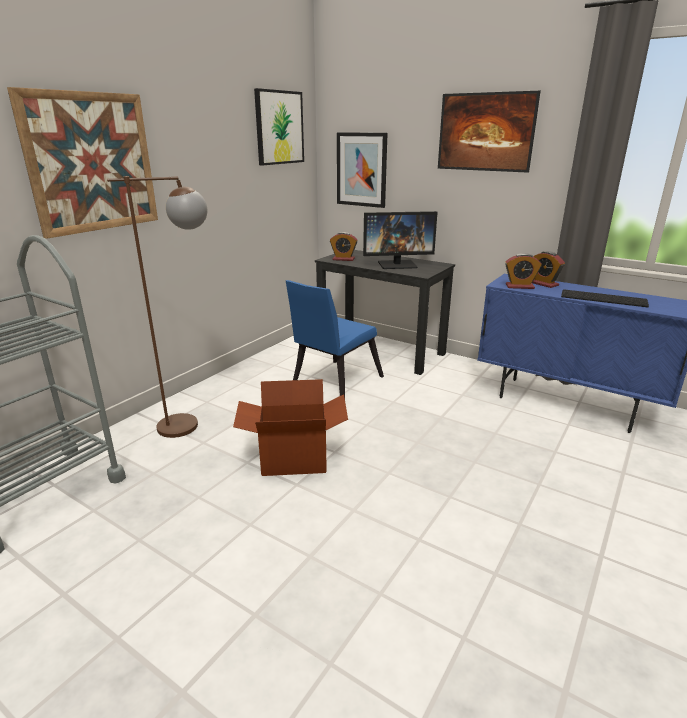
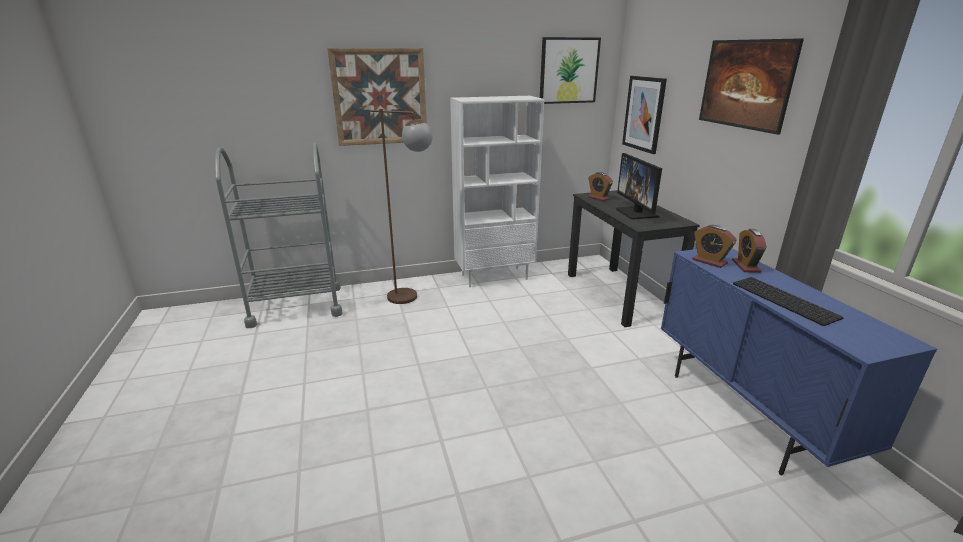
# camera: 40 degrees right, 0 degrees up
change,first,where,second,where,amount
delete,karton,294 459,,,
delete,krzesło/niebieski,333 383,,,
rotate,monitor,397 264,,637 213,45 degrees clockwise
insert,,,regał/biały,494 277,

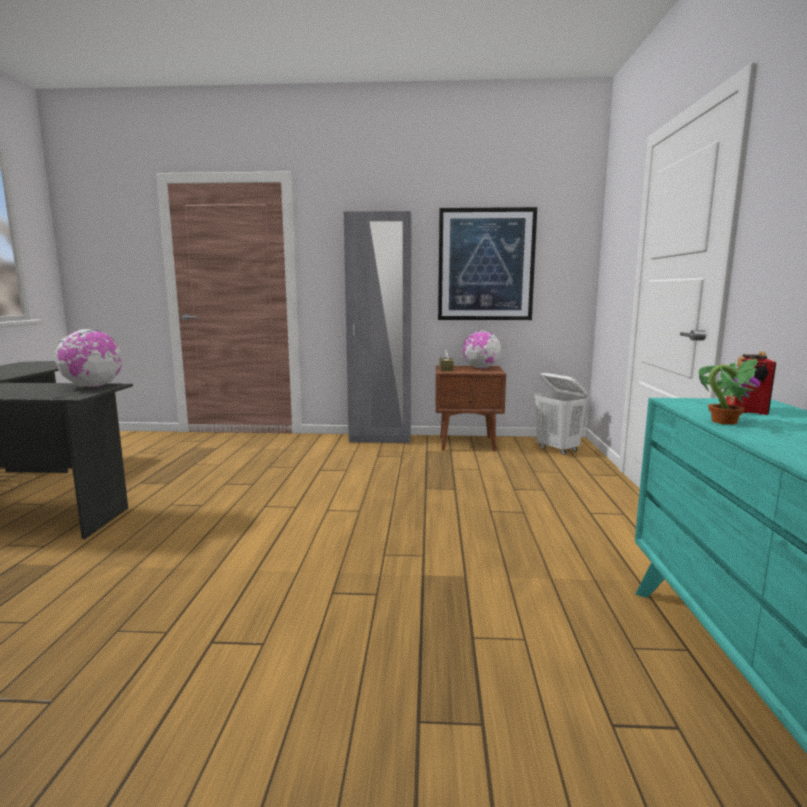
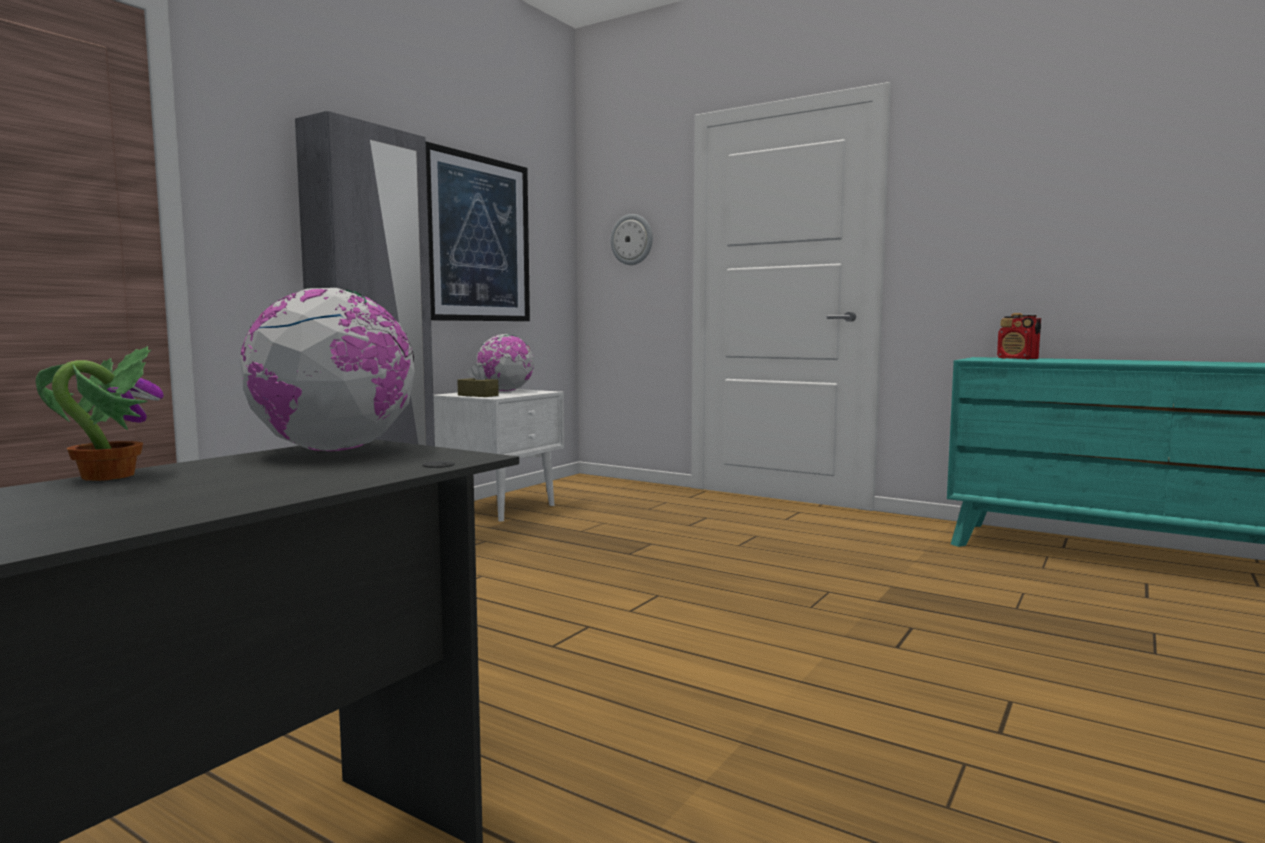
# camera: 60 degrees left, 5 degrees down
change,first,where,second,where,amount
recolor,szafka nocna/brązowy,468 443,szafka nocna/biały,502 508,
delete,kosz na pranie/biały,557 450,,,
move,roślina doniczkowa,723 421,,106 476,
insert,,,zegar ścienny,632 239,

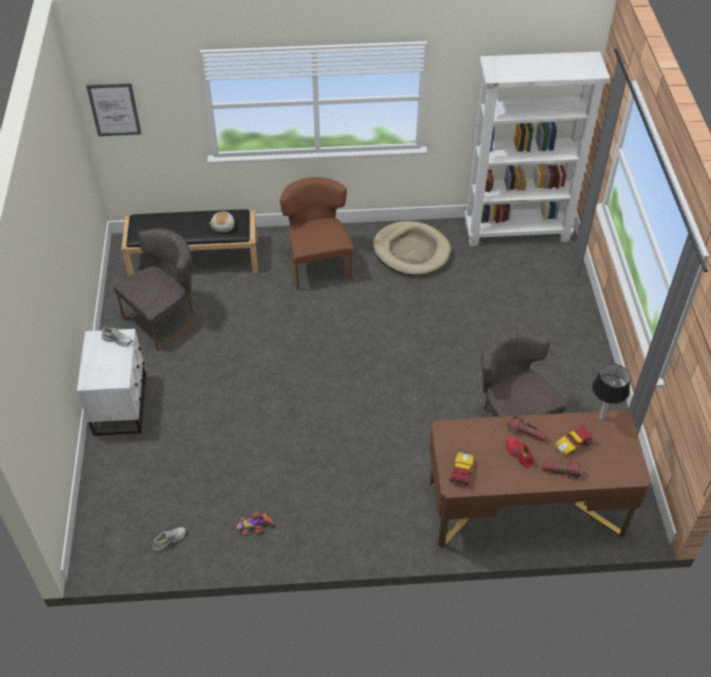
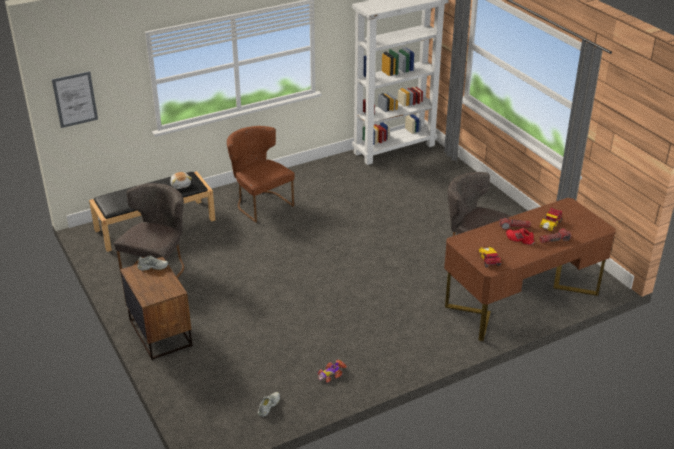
# camera: 25 degrees left, 15 degrees down
change,first,where,second,where,amount
recolor,szafka nocna/biały,121 404,szafka nocna/brązowy,161 333,
delete,legowisko/beżowy,411 251,,,
delete,lampa stołowa,601 417,,,

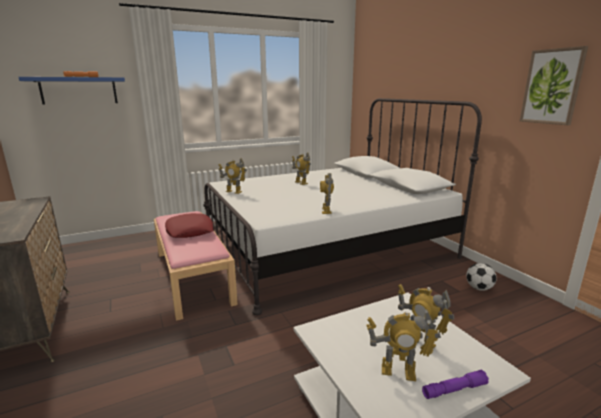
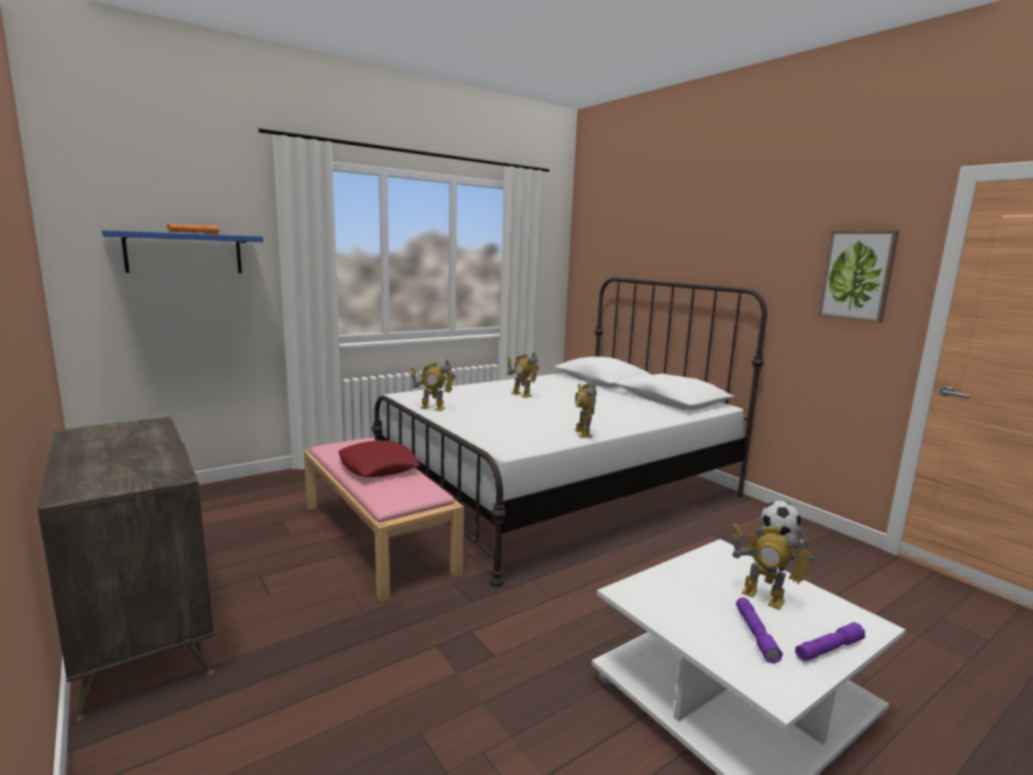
# camera: 10 degrees left, 5 degrees down
change,first,where,second,where,amount
replace,robot zabawkowy,398 372,latarka/fioletowy,755 634,

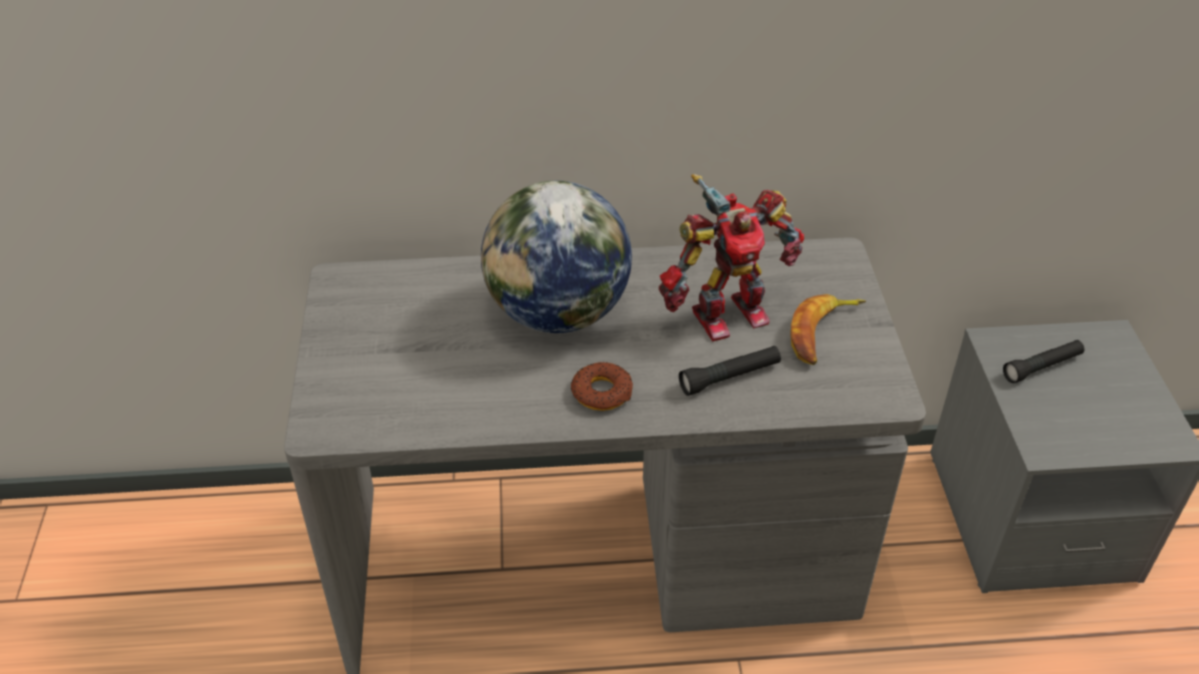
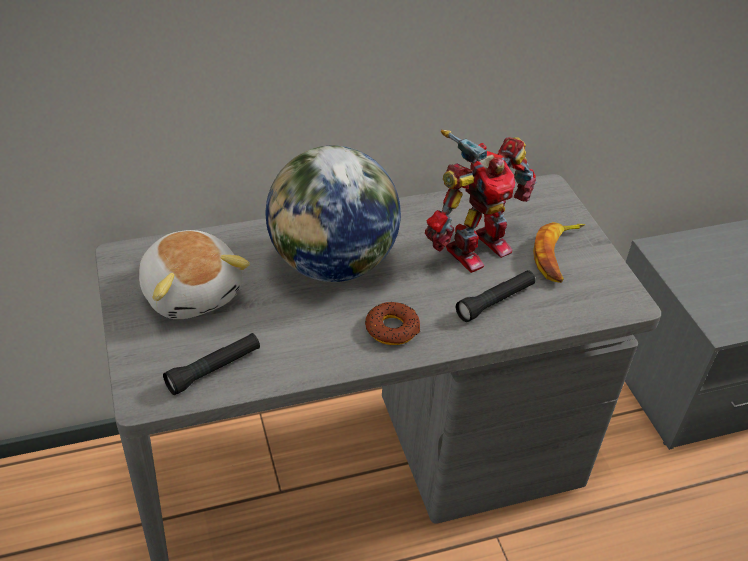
# camera: 15 degrees left, 0 degrees up
change,first,where,second,where,amount
move,latarka/czarny,1042 367,,214 369,
insert,,,pluszak,192 292,

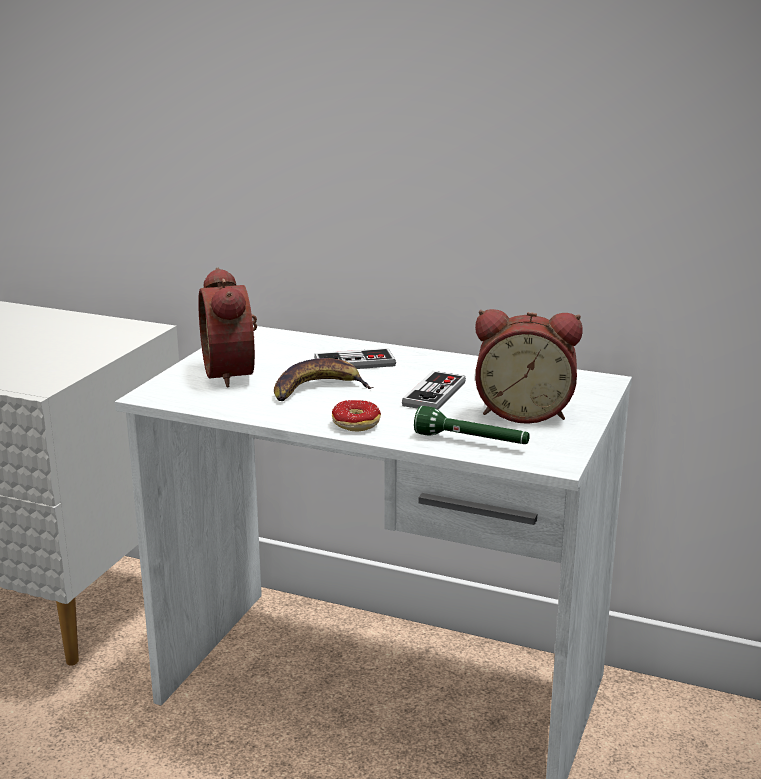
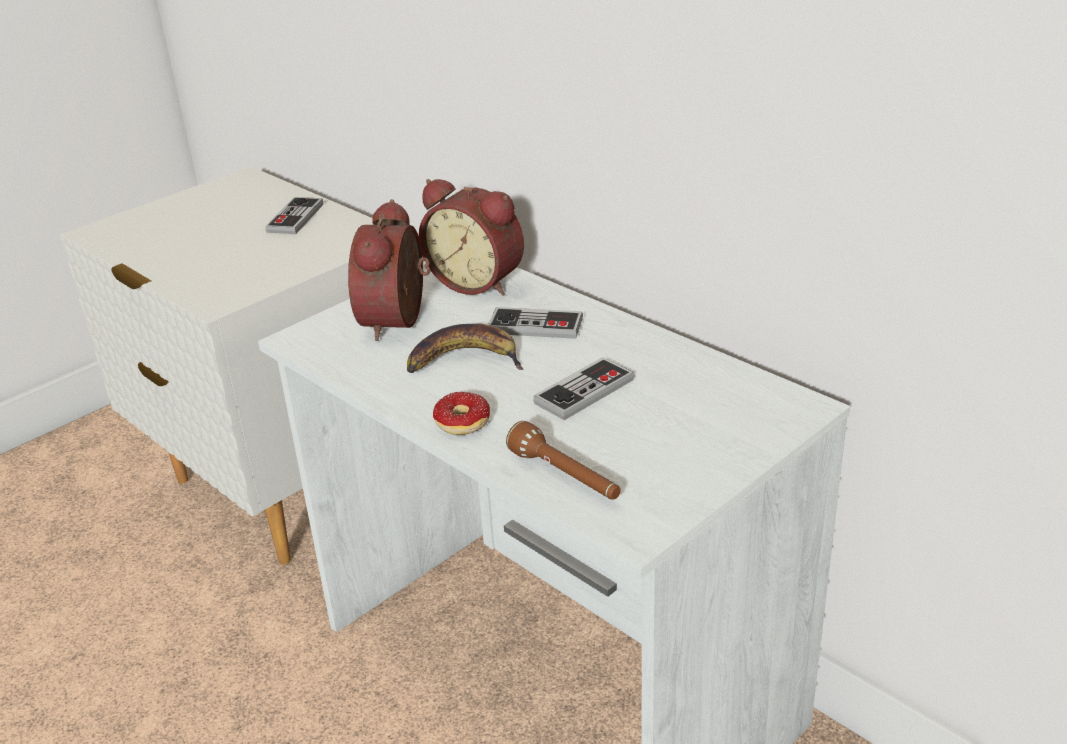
# camera: 25 degrees right, 10 degrees up
change,first,where,second,where,amount
recolor,latarka/zielony,471 442,latarka/brązowy,565 477,
move,budzik,524 412,,478 282,
insert,,,pad do gier,295 218,

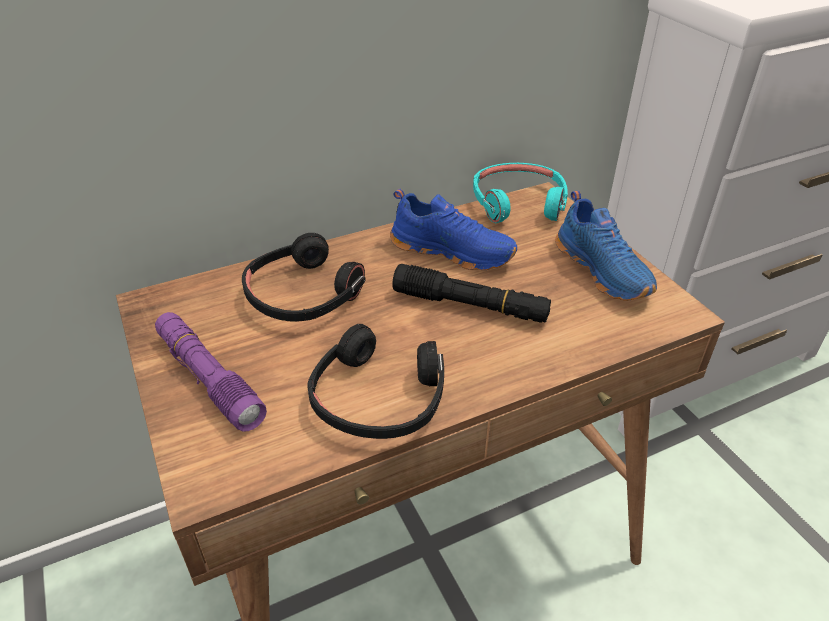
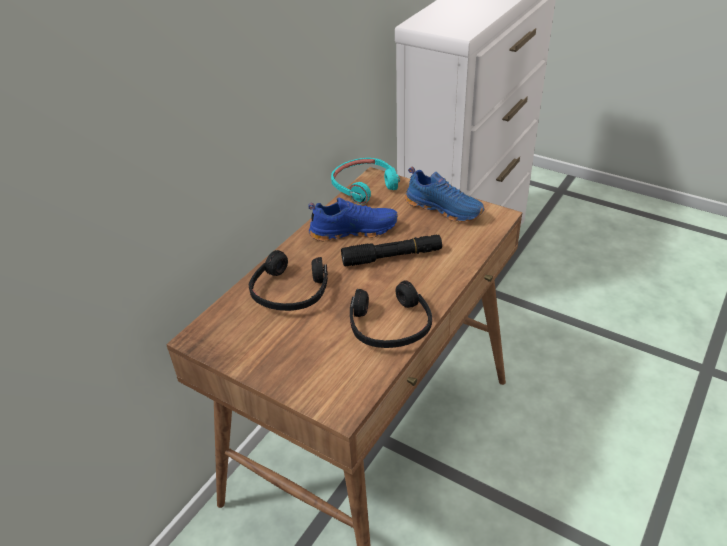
# camera: 30 degrees left, 0 degrees up
change,first,where,second,where,amount
delete,latarka/fioletowy,209 378,,,

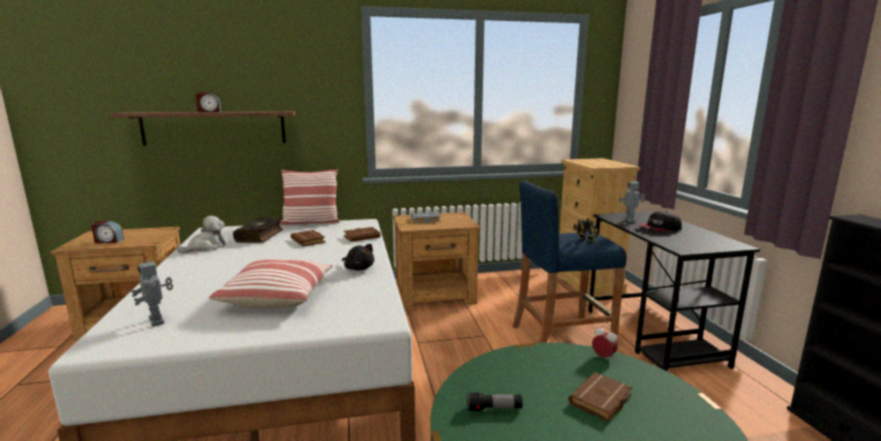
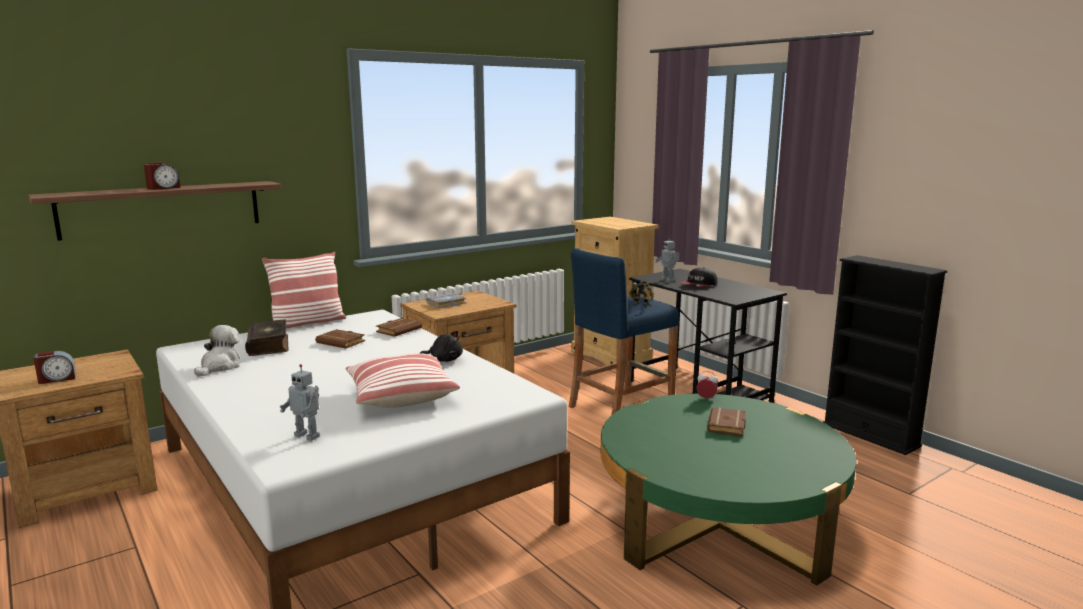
# camera: 25 degrees left, 0 degrees up
change,first,where,second,where,amount
delete,latarka,494 409,,,

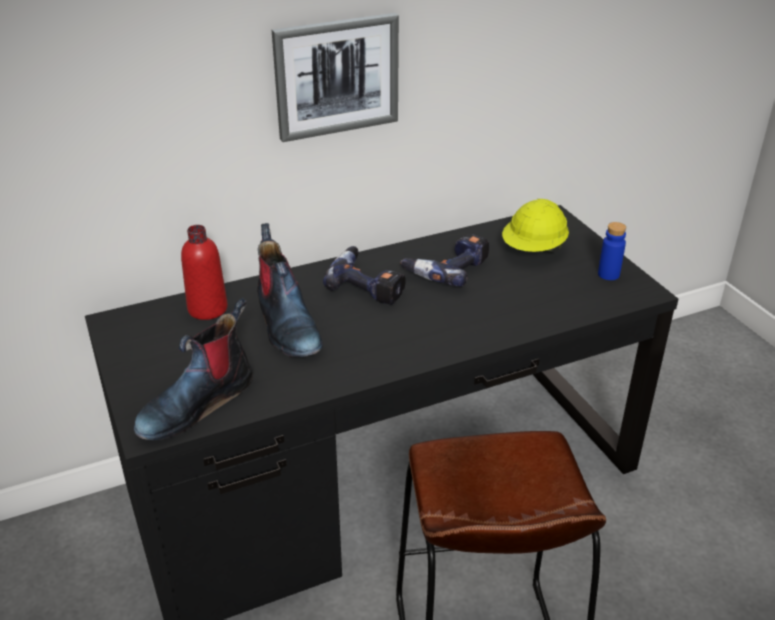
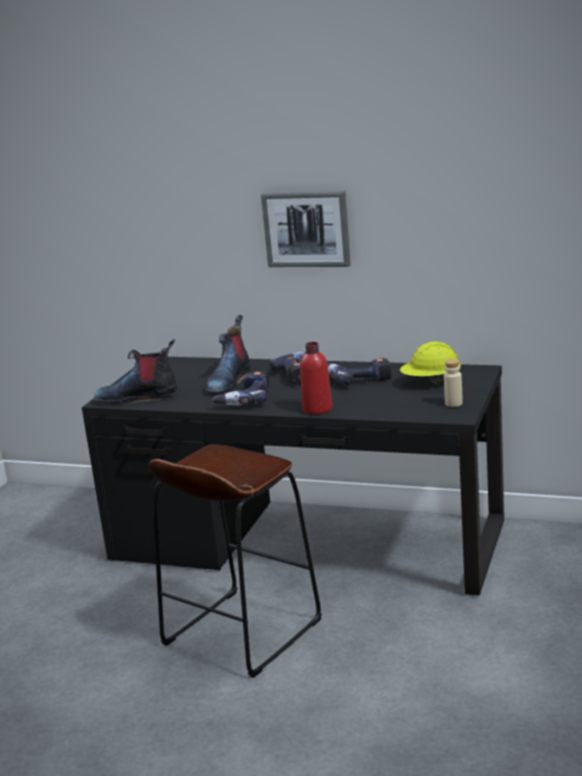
# camera: 45 degrees right, 15 degrees down
change,first,where,second,where,amount
move,butelka/czerwony,207 309,,317 409,
recolor,butelka/niebieski,608 274,butelka/beżowy,453 403,
insert,,,wiertarka,244 399,

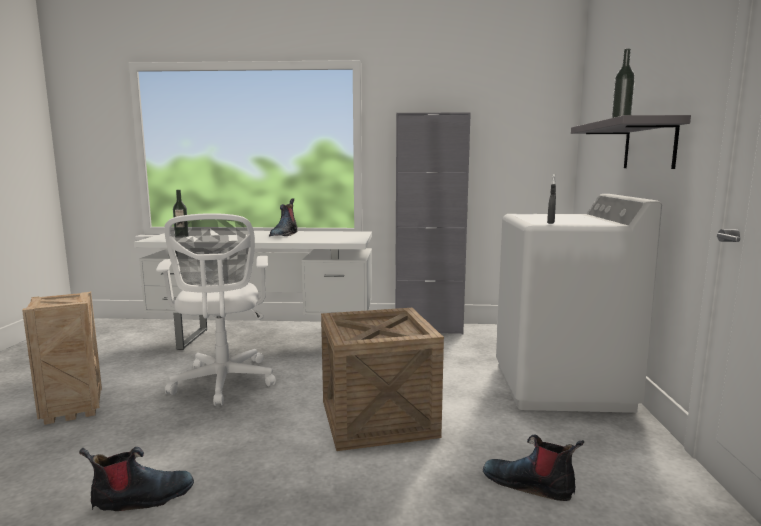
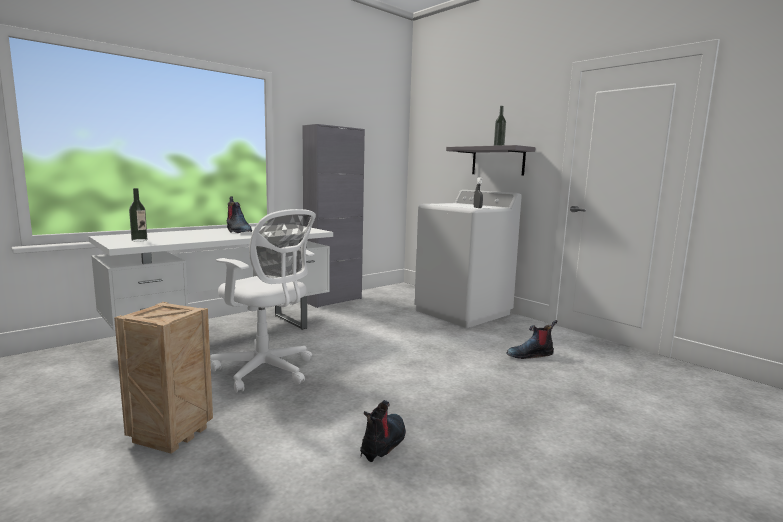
# camera: 45 degrees left, 0 degrees up
change,first,where,second,where,amount
delete,skrzynka,378 418,,,

